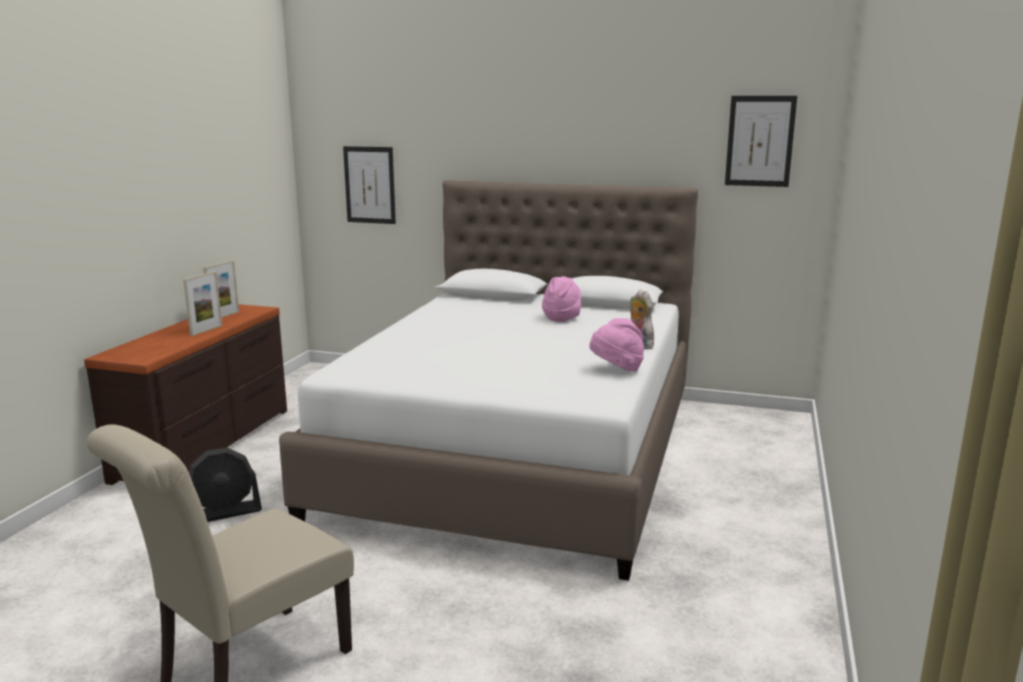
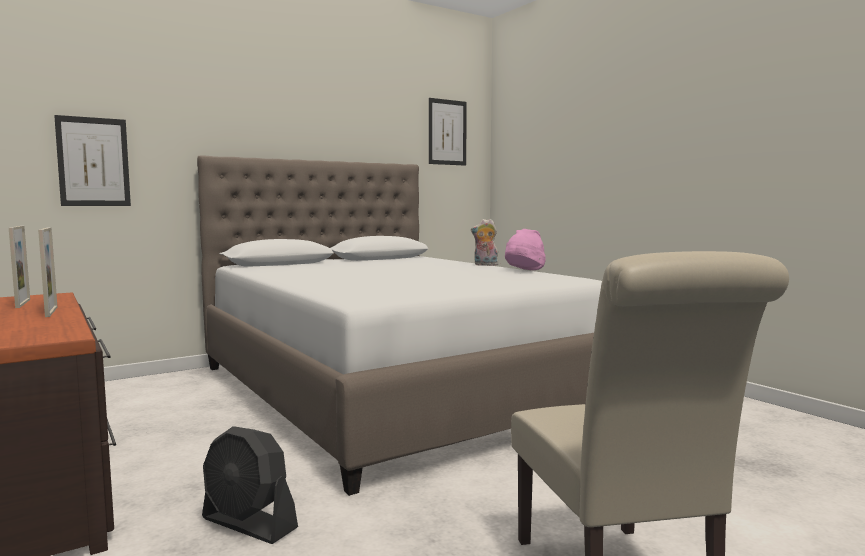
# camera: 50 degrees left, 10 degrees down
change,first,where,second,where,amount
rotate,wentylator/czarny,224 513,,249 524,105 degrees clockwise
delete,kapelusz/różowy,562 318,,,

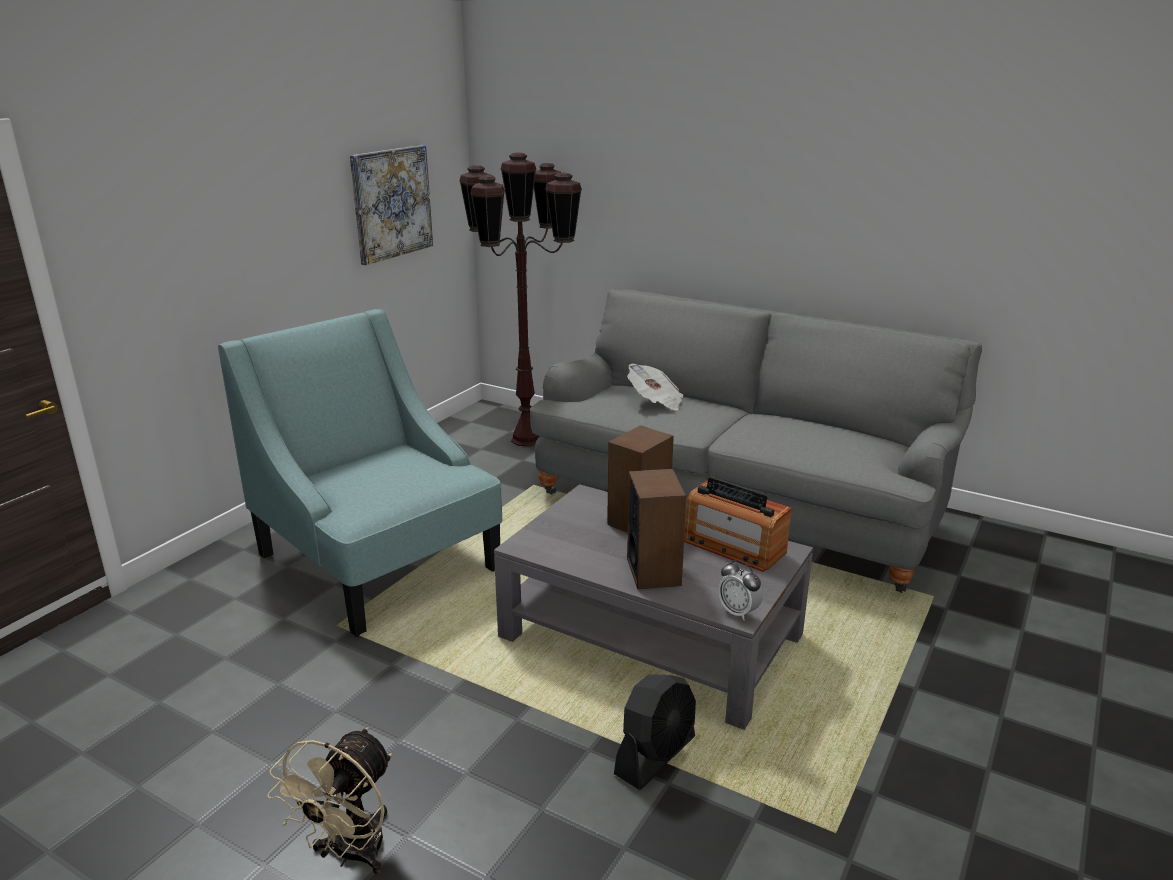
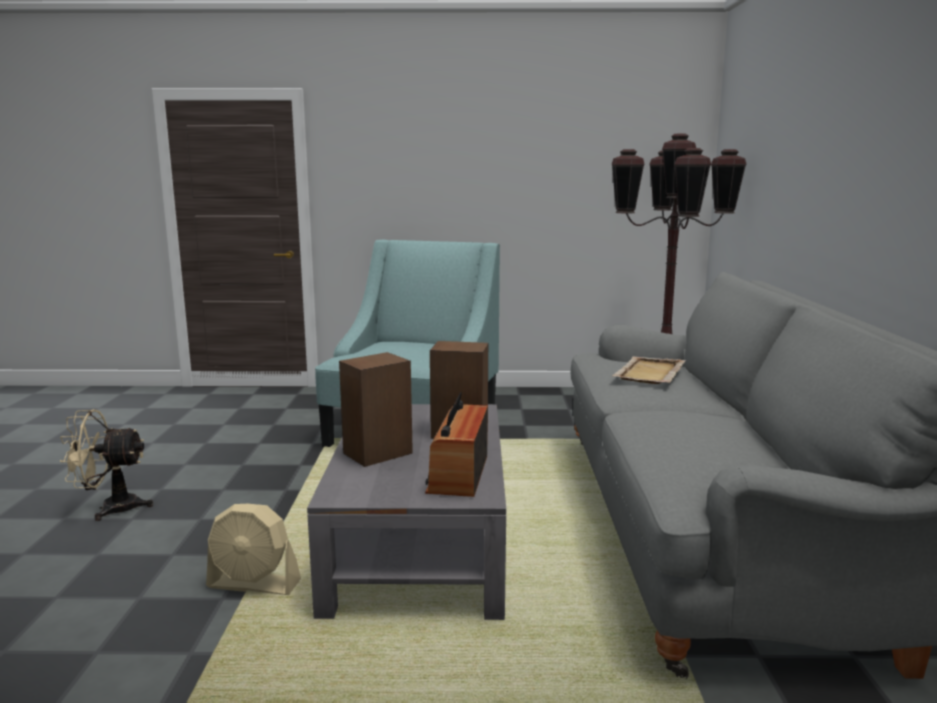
# camera: 60 degrees right, 10 degrees down
change,first,where,second,where,amount
delete,obraz,391 203,,,
recolor,wentylator/czarny,656 756,wentylator/beżowy,254 584,
replace,gazeta,655 401,taca/beżowy,649 373,
delete,budzik,738 612,,,

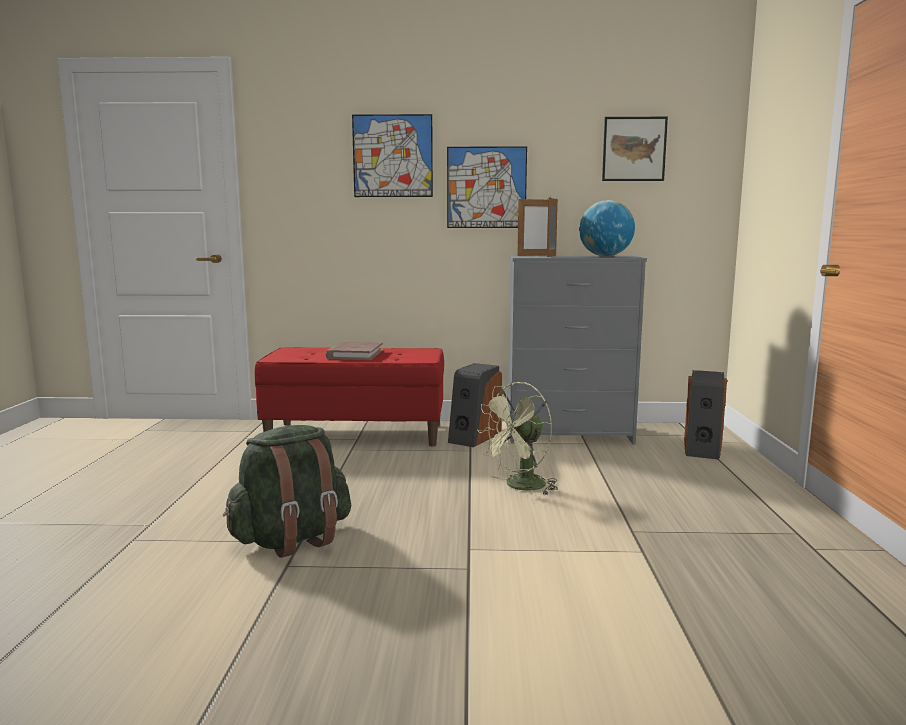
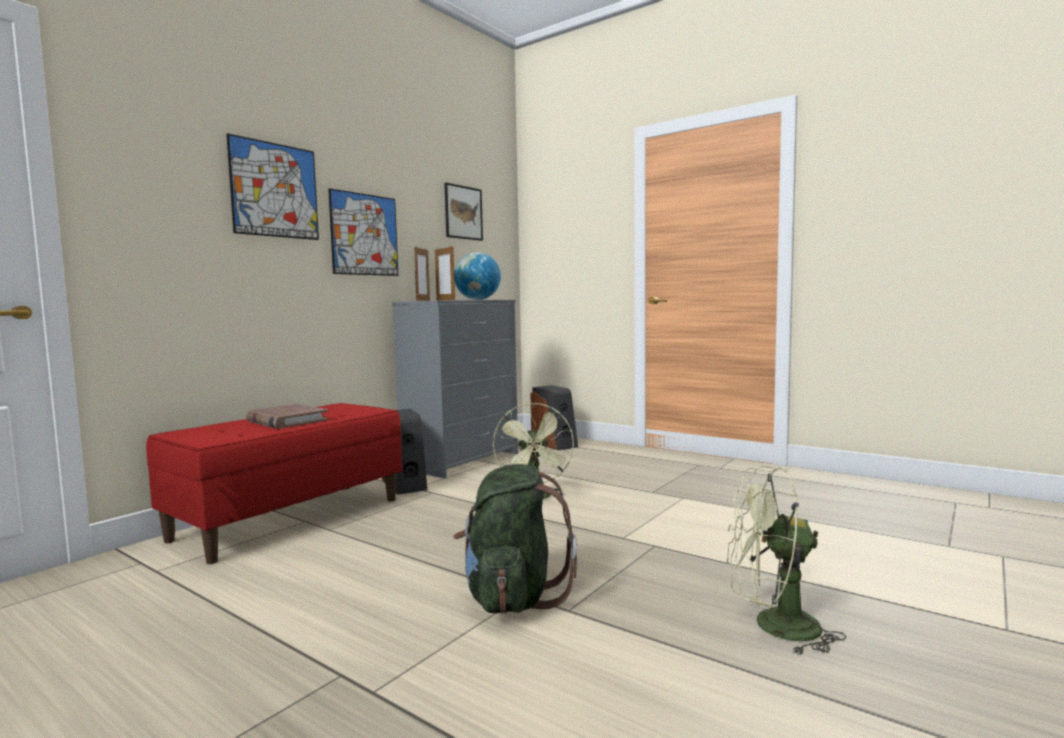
# camera: 55 degrees left, 5 degrees down
change,first,where,second,where,amount
insert,,,wentylator/zielony,773 627,

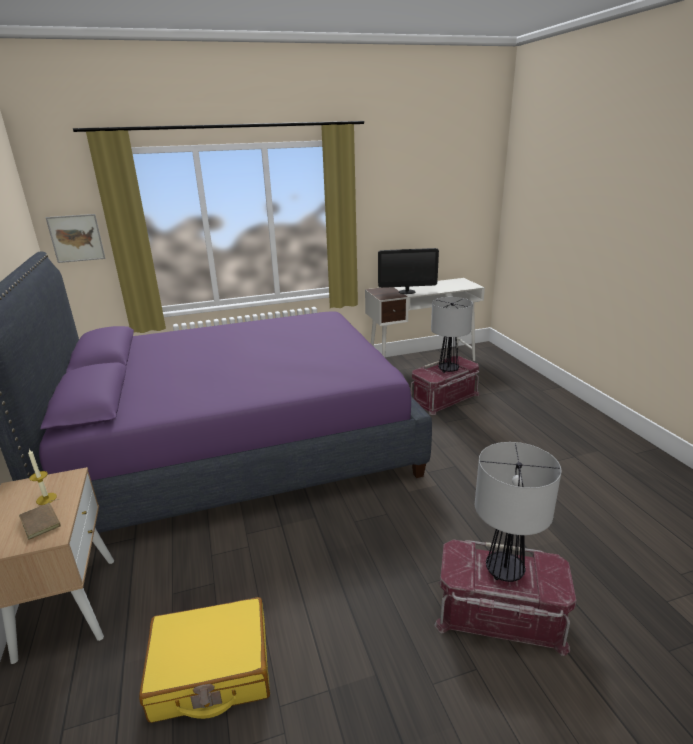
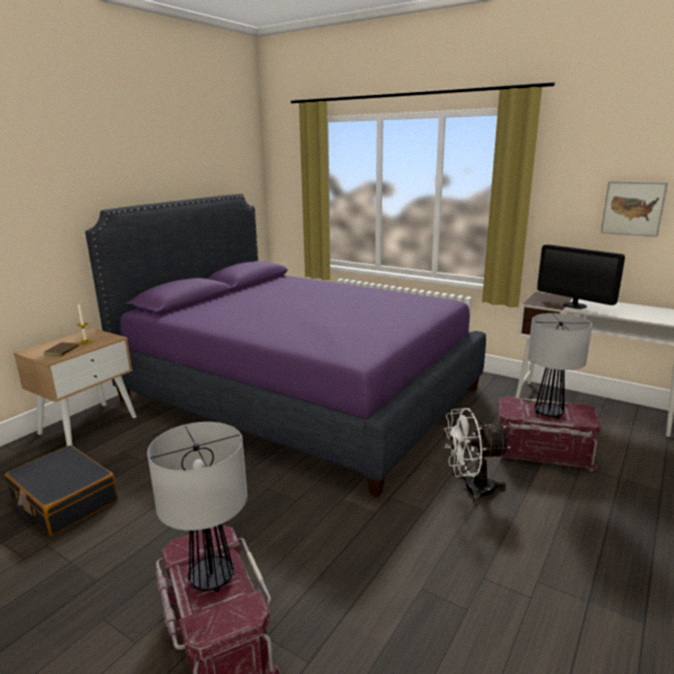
# camera: 50 degrees right, 5 degrees down
change,first,where,second,where,amount
move,obraz,76 238,,632 208,
recolor,walizka/żółty,211 670,walizka/czarny,64 501,
insert,,,wentylator/biały,471 489,

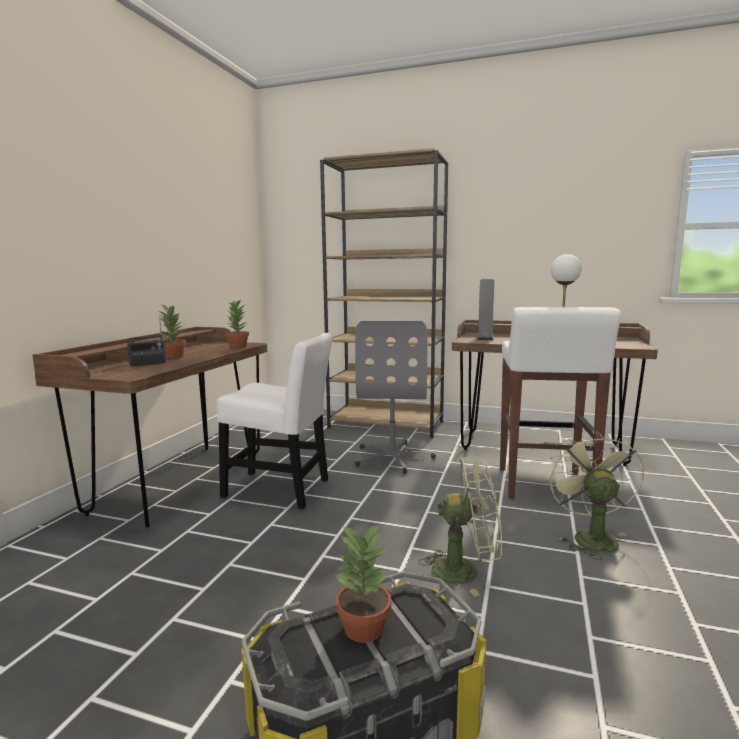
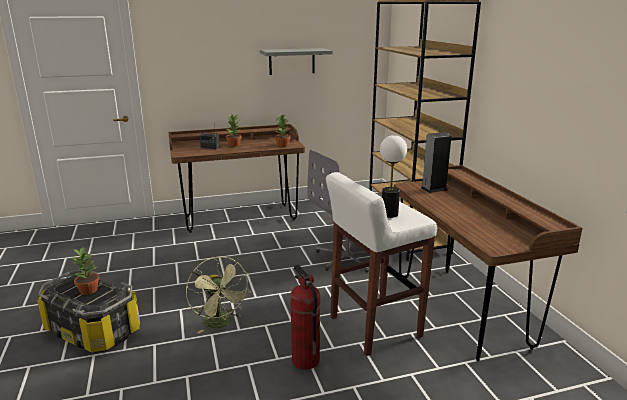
# camera: 55 degrees right, 10 degrees up
change,first,where,second,where,amount
delete,krzesło/biały,281 489,,,
replace,wentylator/zielony,590 537,gaśnica,305 360,
insert,,,półka/szary,292 61,

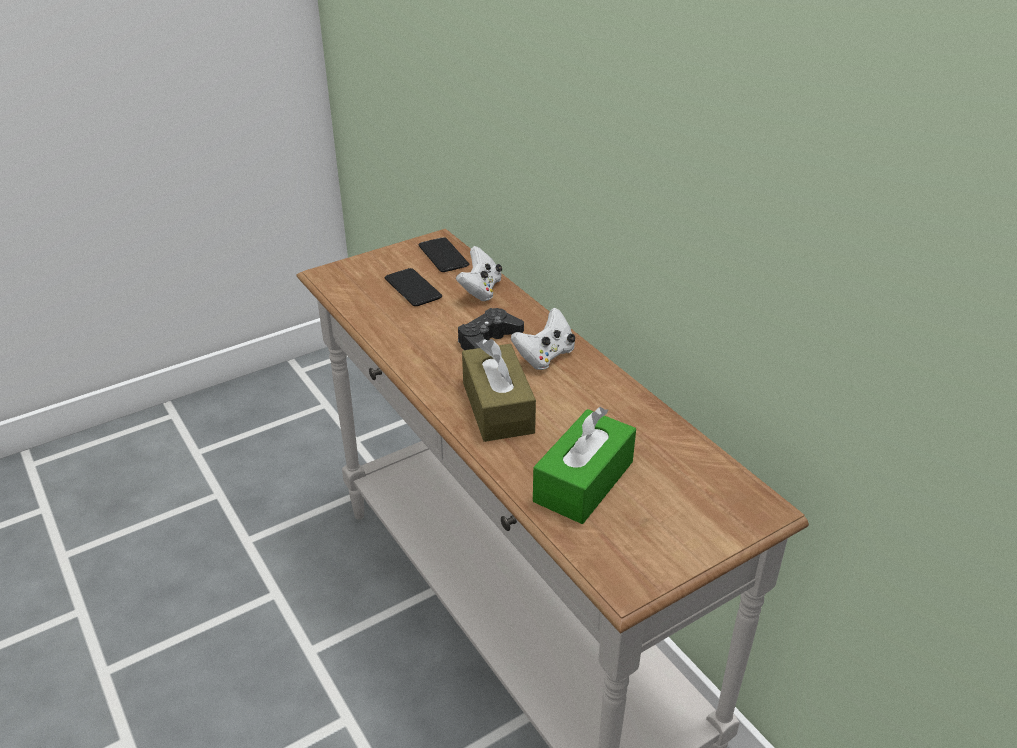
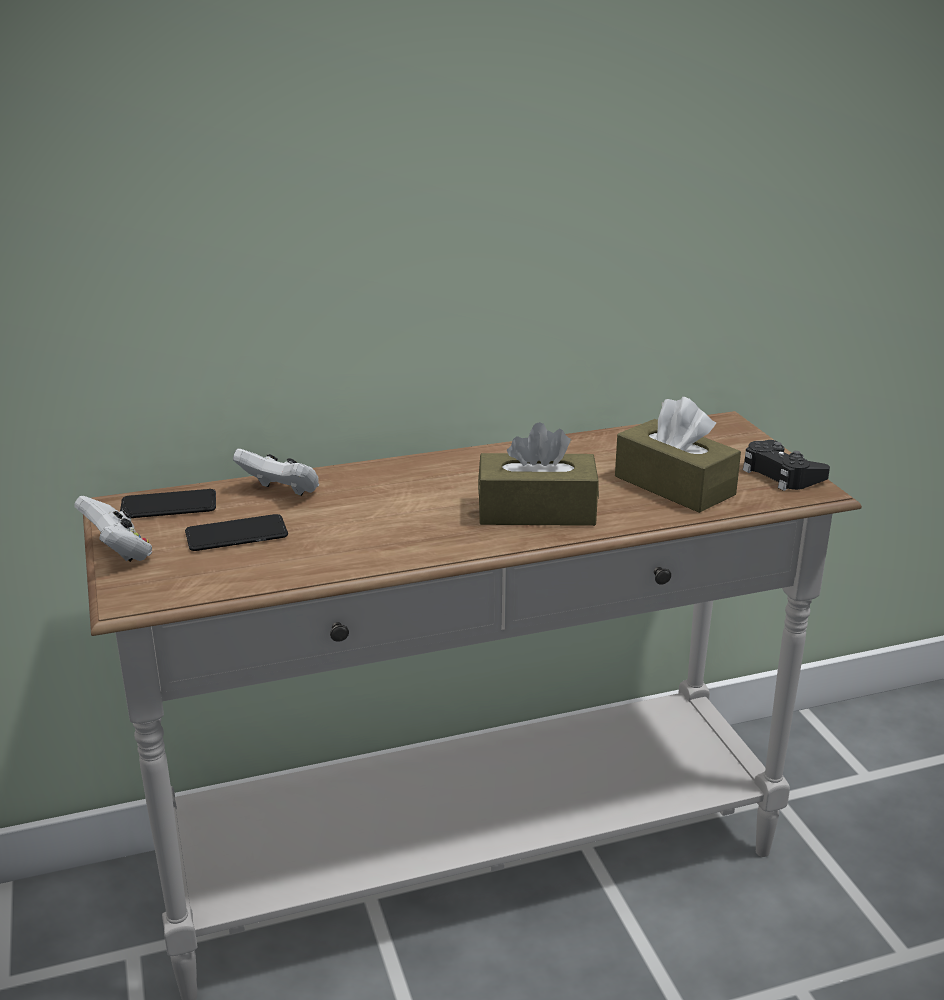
# camera: 75 degrees left, 10 degrees down
change,first,where,second,where,amount
move,pad do gier/czarny,488 340,,781 474,
move,pad do gier/biały,545 356,,119 552,
recolor,pudełko chusteczek/zielony,583 481,pudełko chusteczek/brązowy,674 485,

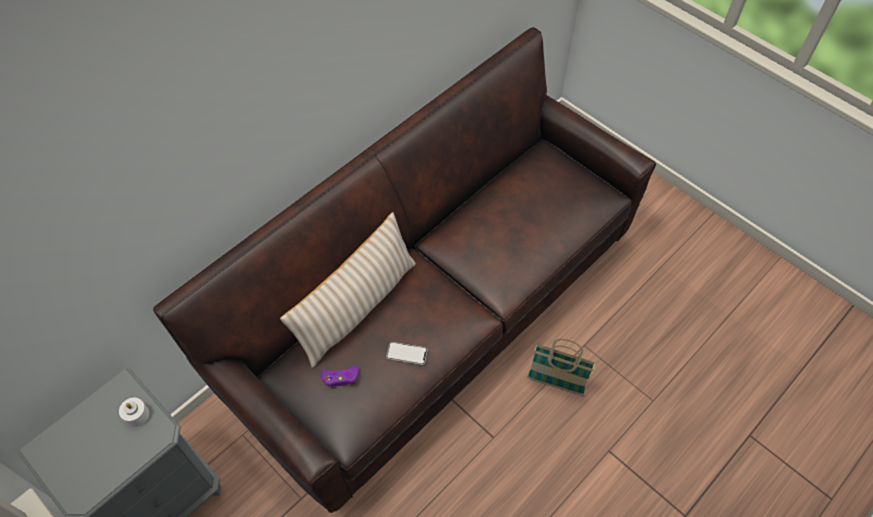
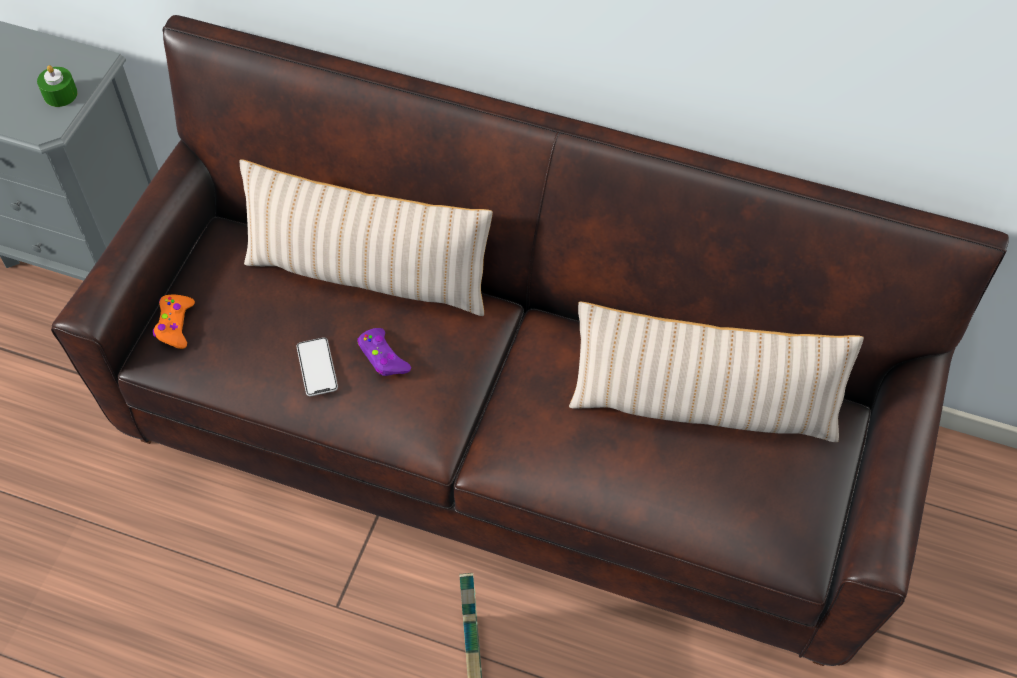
# camera: 65 degrees right, 0 degrees up
change,first,where,second,where,amount
recolor,świeca/biały,136 415,świeca/zielony,60 94,
move,pad do gier/fioletowy,341 378,,383 357,
insert,,,pad do gier/pomarańczowy,175 325,
insert,,,poduszka/beżowy,703 406,

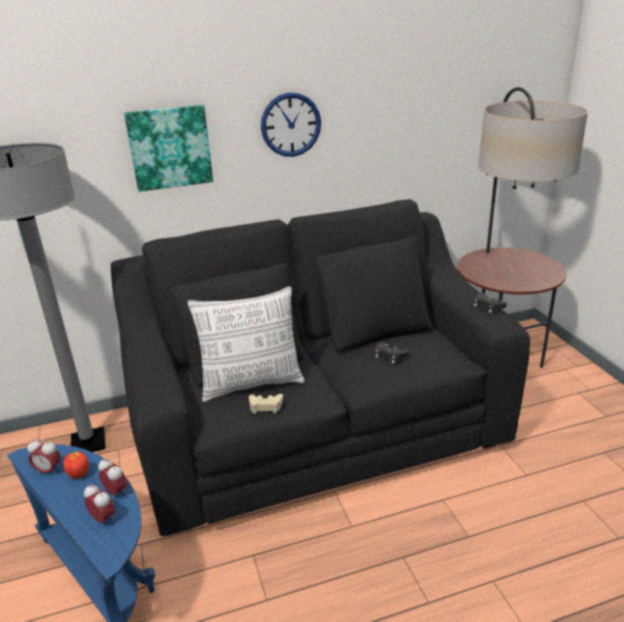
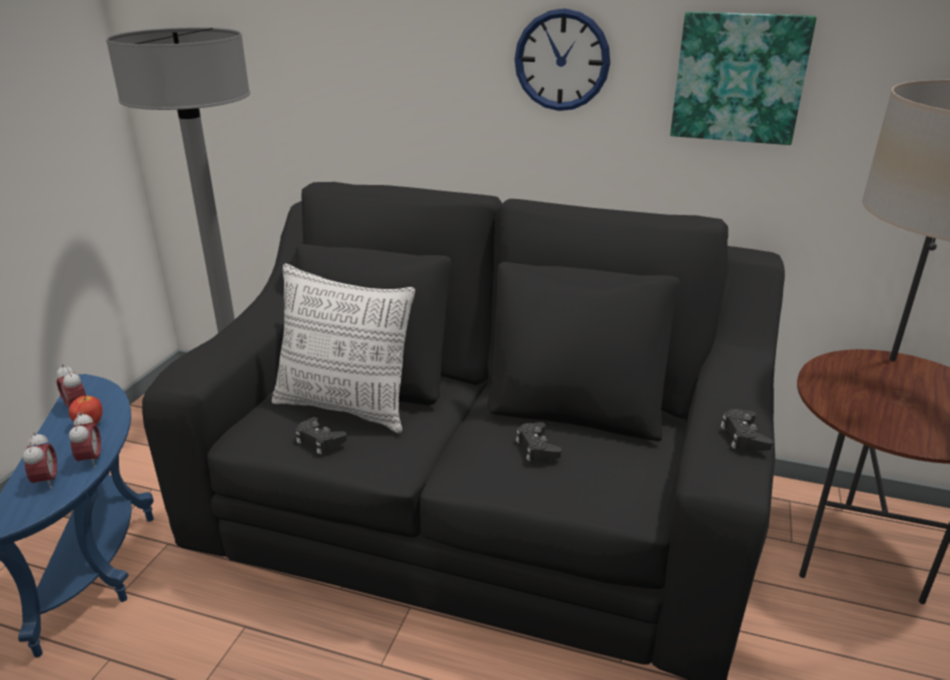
# camera: 35 degrees right, 0 degrees up
change,first,where,second,where,amount
move,obraz,169 147,,739 77,
recolor,pad do gier/beżowy,265 406,pad do gier/czarny,319 440,

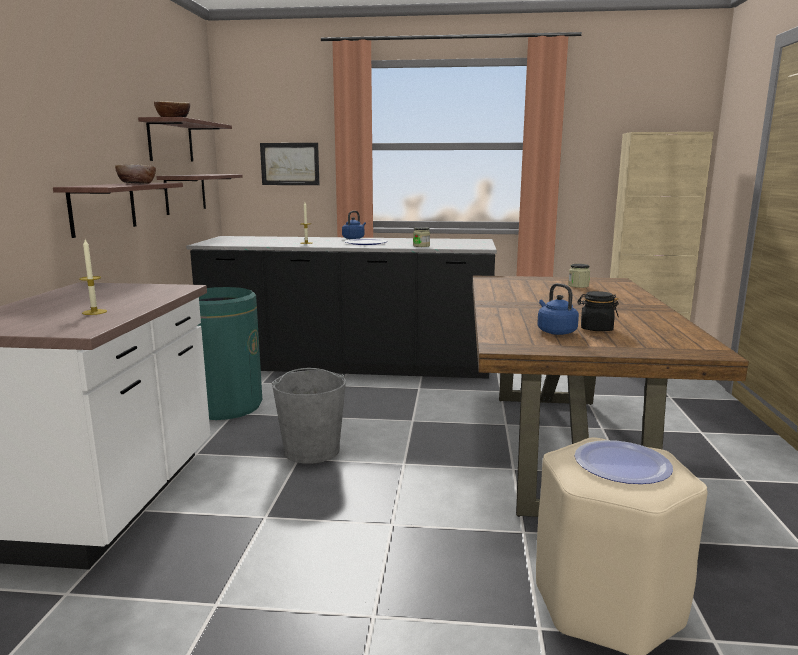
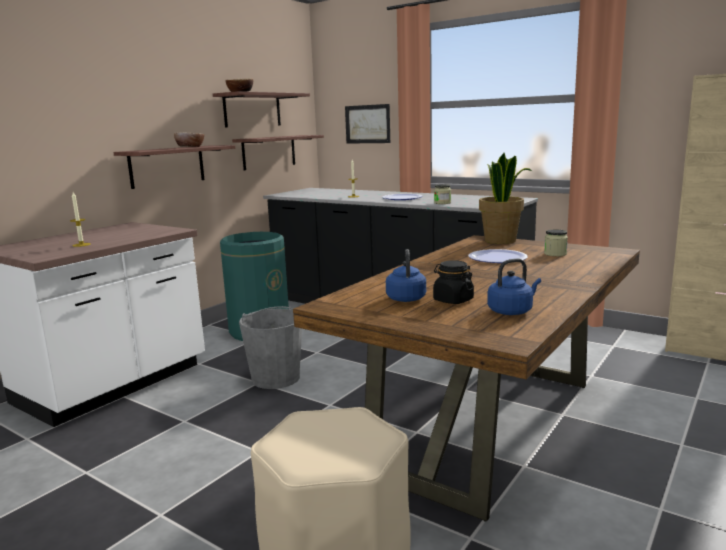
# camera: 30 degrees right, 0 degrees up
change,first,where,second,where,amount
move,czajnik/niebieski,354 238,,512 311,
move,talerz,622 464,,497 258,
insert,,,roślina doniczkowa,501 241,

